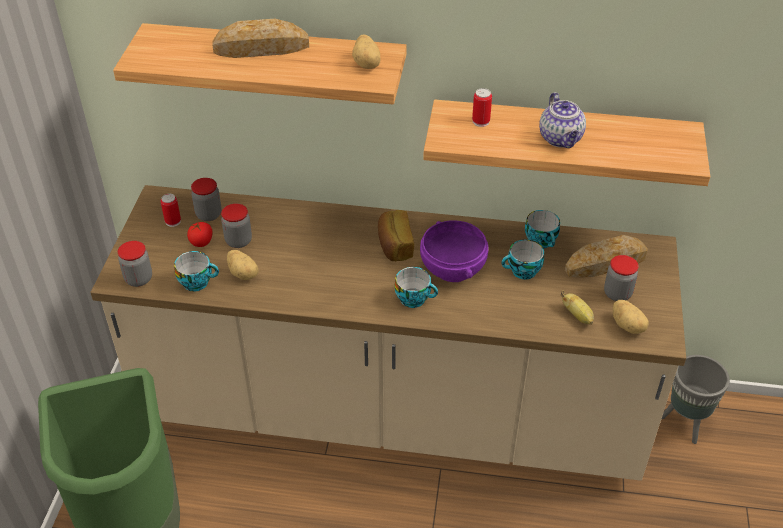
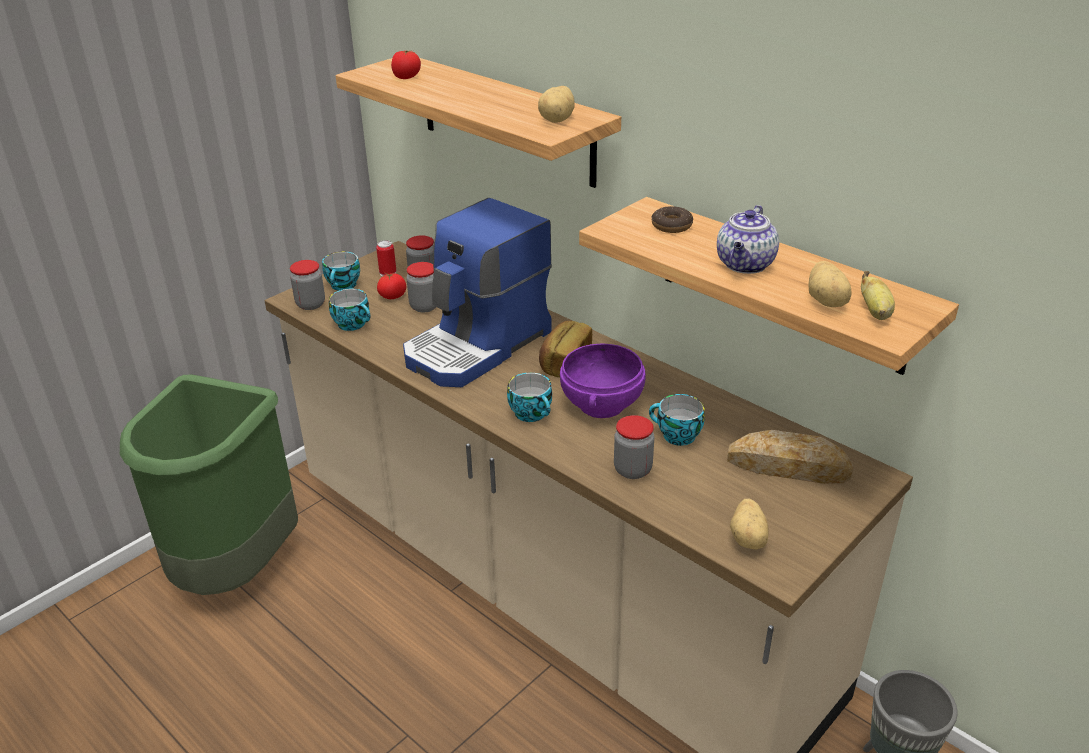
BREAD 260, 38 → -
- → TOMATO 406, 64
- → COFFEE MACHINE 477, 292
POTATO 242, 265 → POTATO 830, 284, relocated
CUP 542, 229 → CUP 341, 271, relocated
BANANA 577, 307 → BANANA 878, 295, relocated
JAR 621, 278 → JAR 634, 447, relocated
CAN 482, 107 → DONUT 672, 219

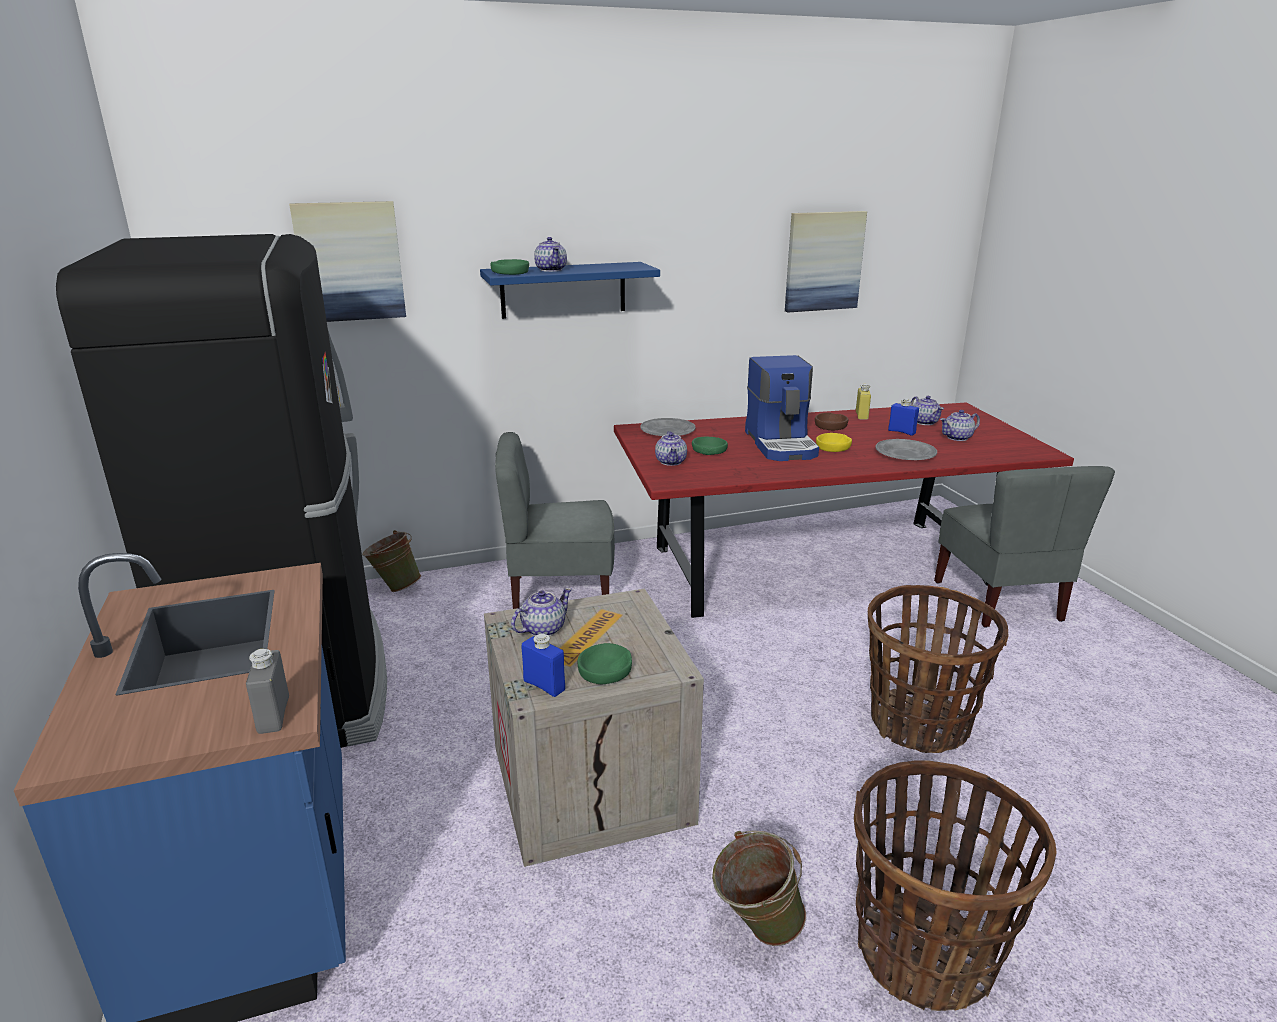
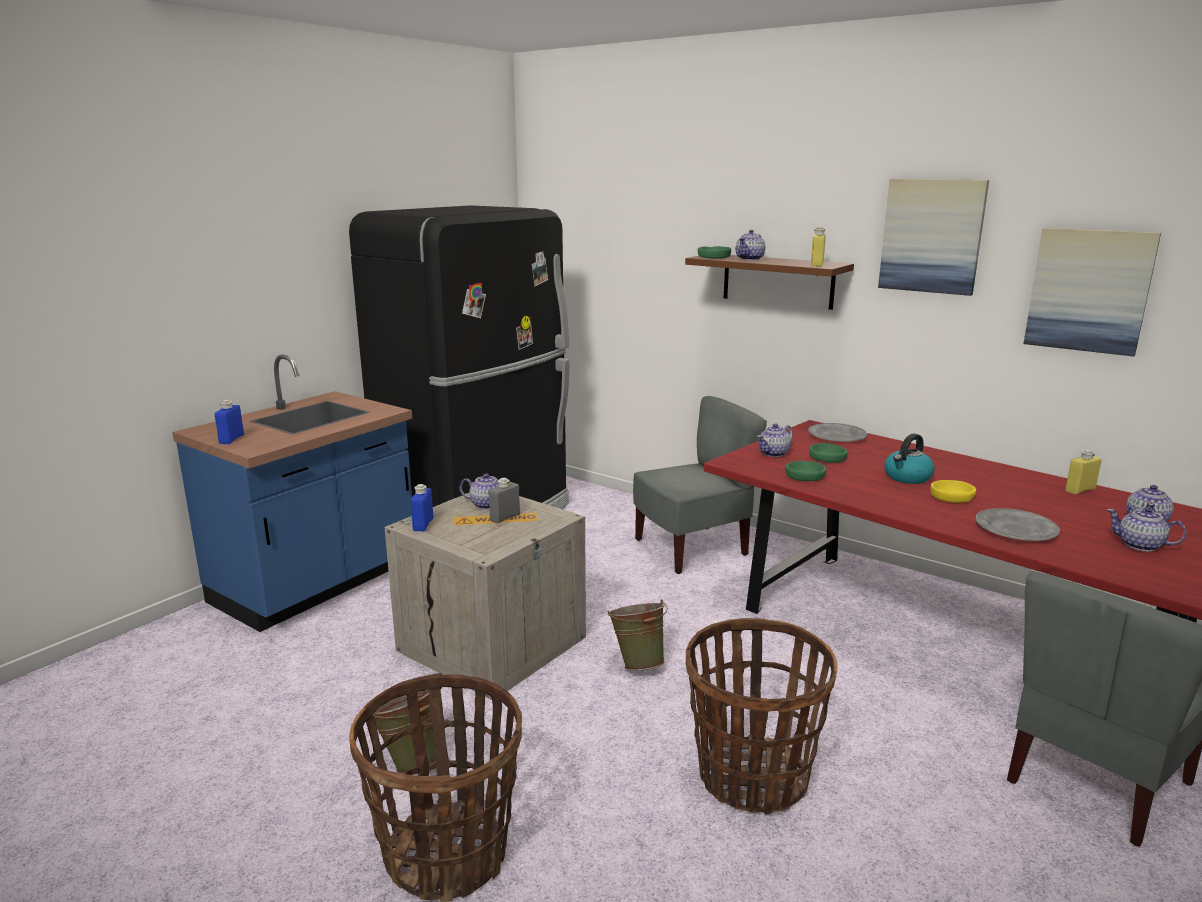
BROWN BOWL 831, 421 → -
- → YELLOW BOTTLE 818, 247
GREY BOTTLE 267, 691 → GREY BOTTLE 504, 501, relocated
PICTURE 347, 261 → PICTURE 933, 237, relocated
GREEN BUCKET 391, 561 → GREEN BUCKET 638, 635, relocated
GREEN BOWL 605, 663 → GREEN BOWL 805, 471, relocated
BLUE BOTTLE 903, 417 → BLUE BOTTLE 229, 422, relocated
COFFEE MACHINE 782, 408 → KETTLE 909, 459
BLUE SHELF 570, 290 → BROWN SHELF 769, 282
GREY CHAIR 555, 520 → GREY CHAIR 700, 485, 105 degrees clockwise

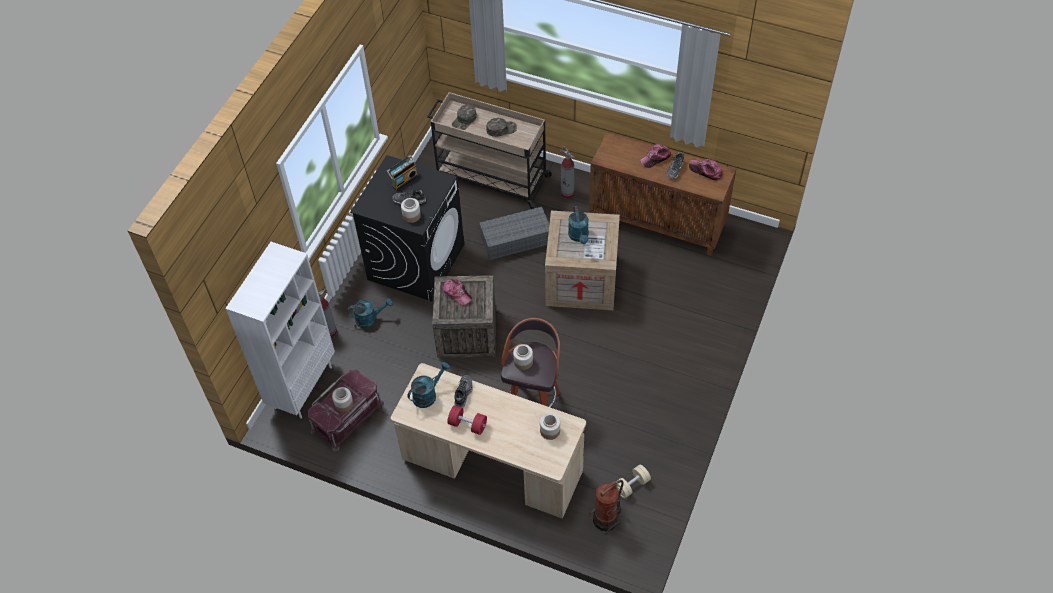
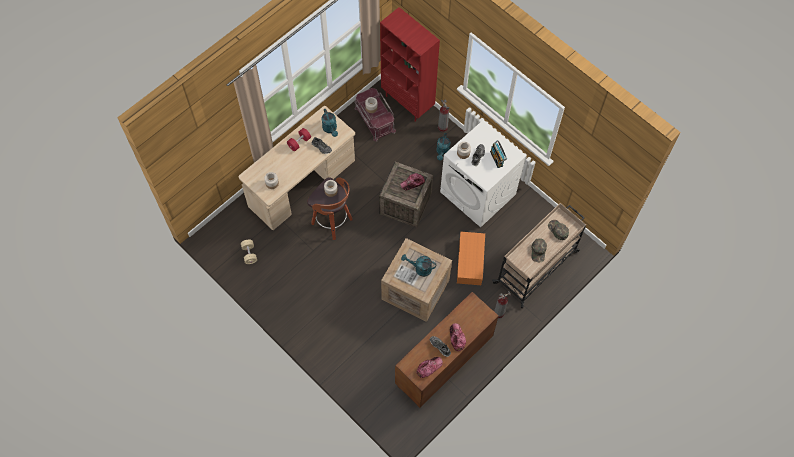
FIRE EXTINGUISHER 606, 507 → -
WHITE BOOKCASE 280, 330 → RED BOOKCASE 410, 64
BLACK WASHING MACHINE 407, 228 → WHITE WASHING MACHINE 483, 173
GREY STORAGE BOX 514, 233 → ORANGE STORAGE BOX 471, 258

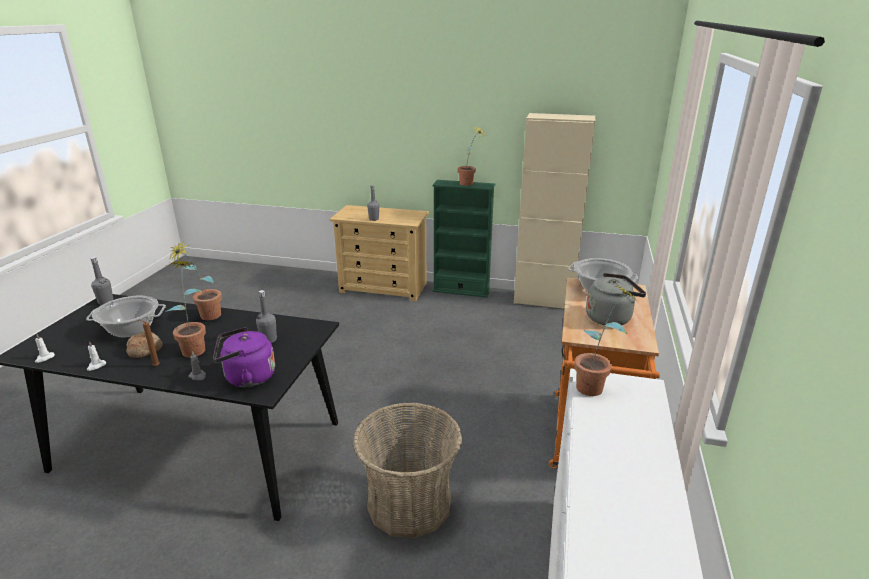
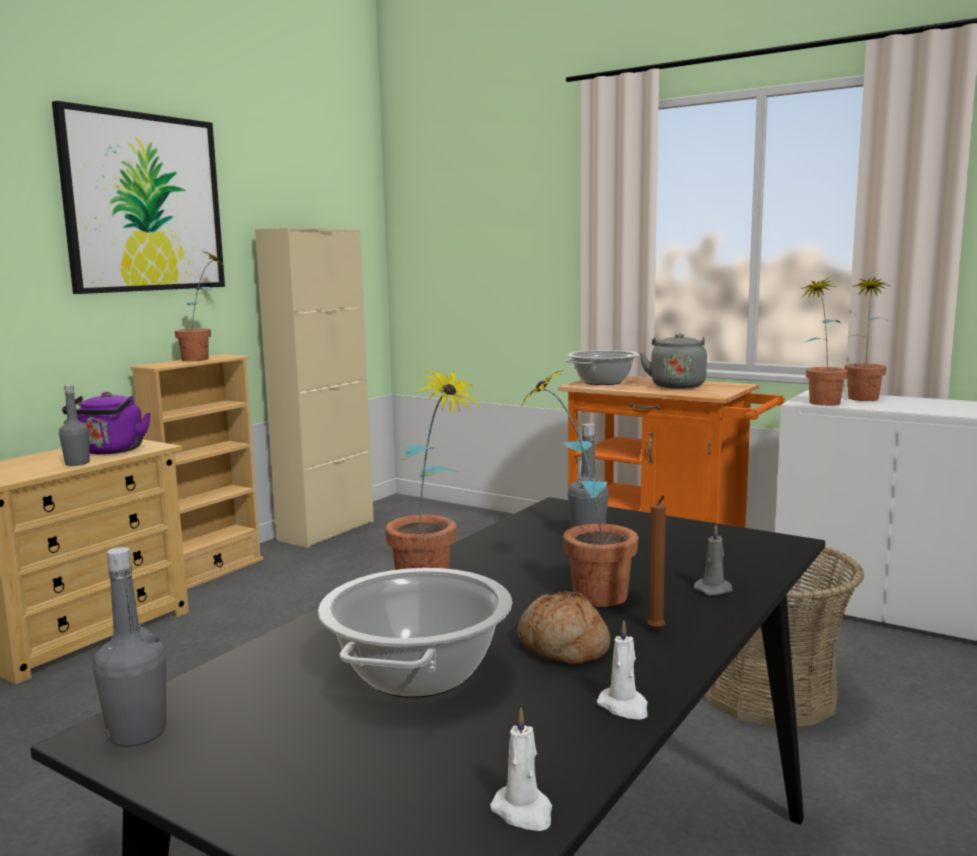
- → PICTURE 138, 197
- → POTTED PLANT 868, 338
PURPLE KETTLE 244, 357 → PURPLE KETTLE 106, 423, relocated
GREEN BOOKCASE 463, 239 → BEIGE BOOKCASE 196, 472

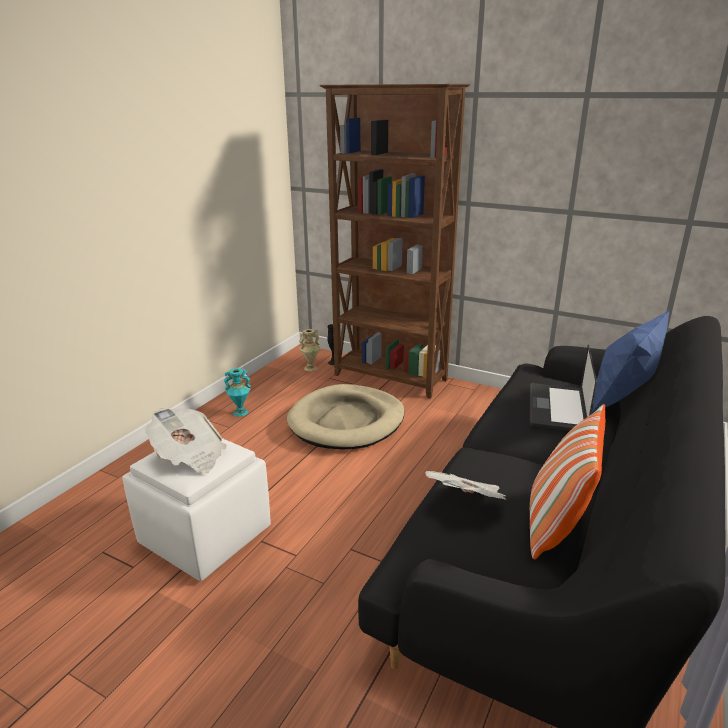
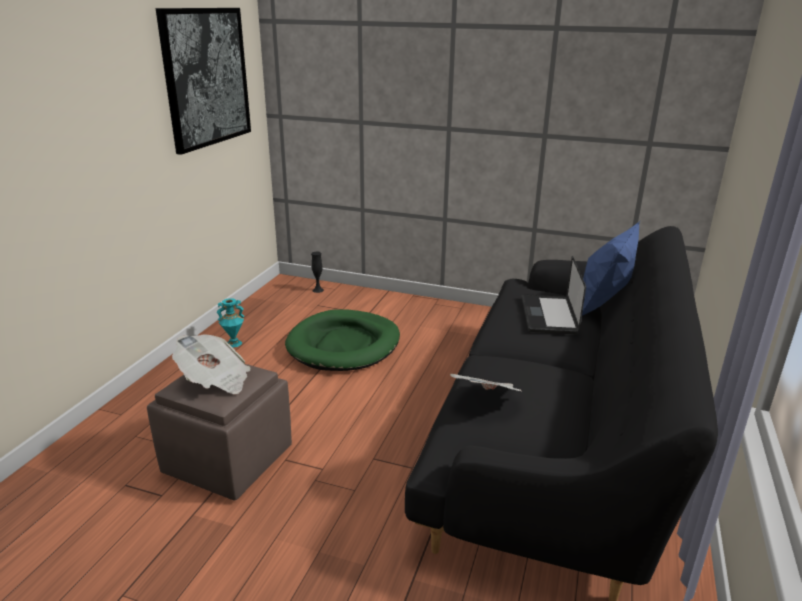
BEIGE VASE 309, 350 → -
BROWN BOOKCASE 394, 241 → -
PILLOW 567, 482 → -
- → PICTURE 203, 81
WHITE OTTOMAN 196, 509 → BROWN OTTOMAN 219, 432
BEIGE DOG BED 345, 416 → GREEN DOG BED 342, 340

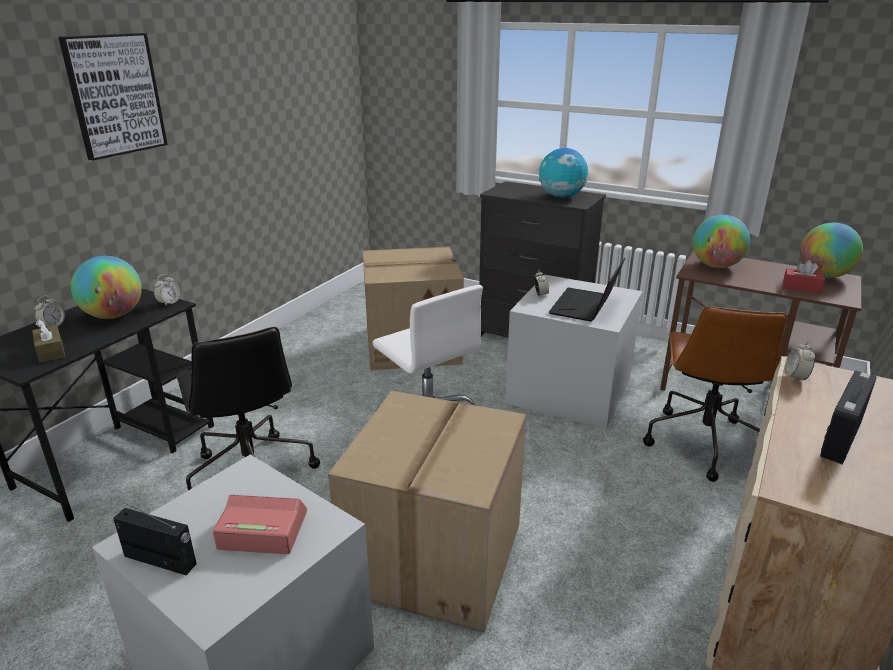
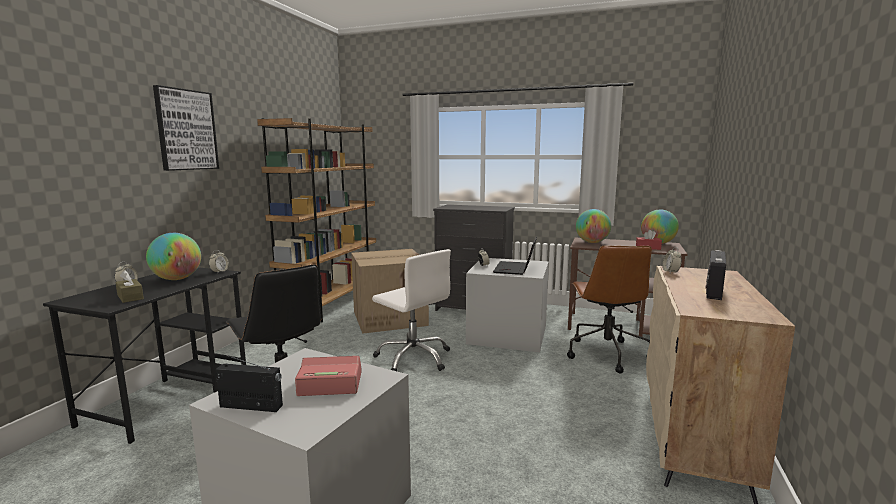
CARDBOARD BOX 427, 512 → -
GLOBE 563, 173 → -
- → BROWN BOOKCASE 316, 220

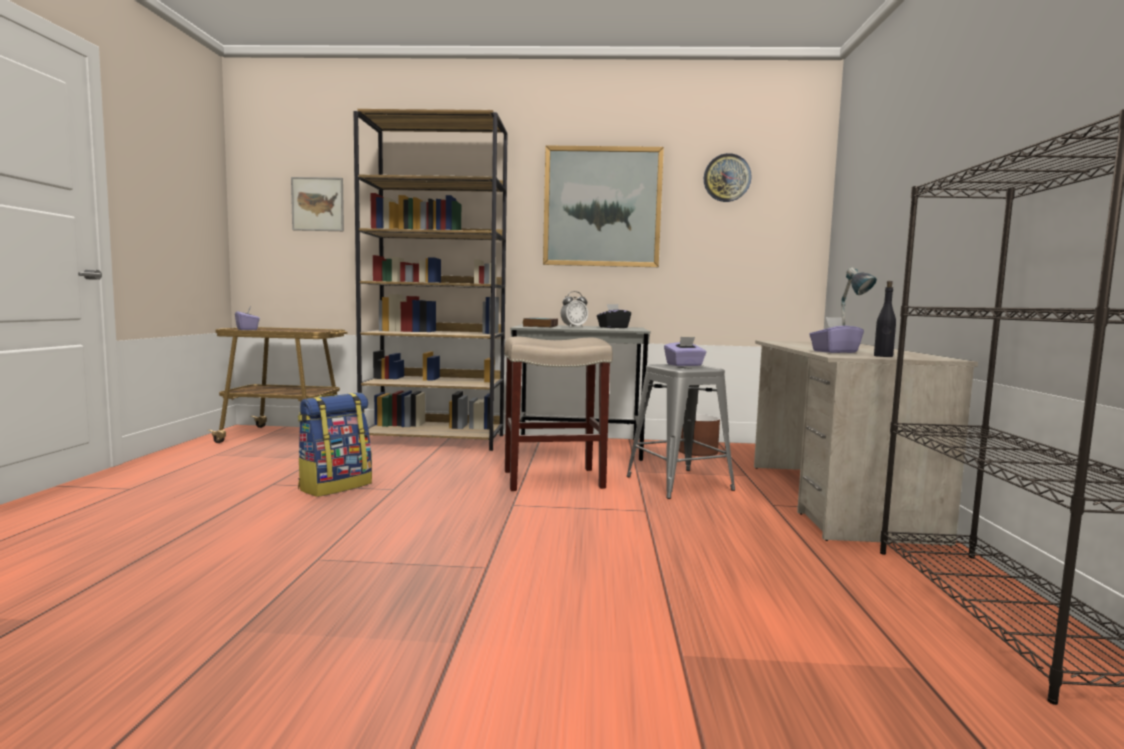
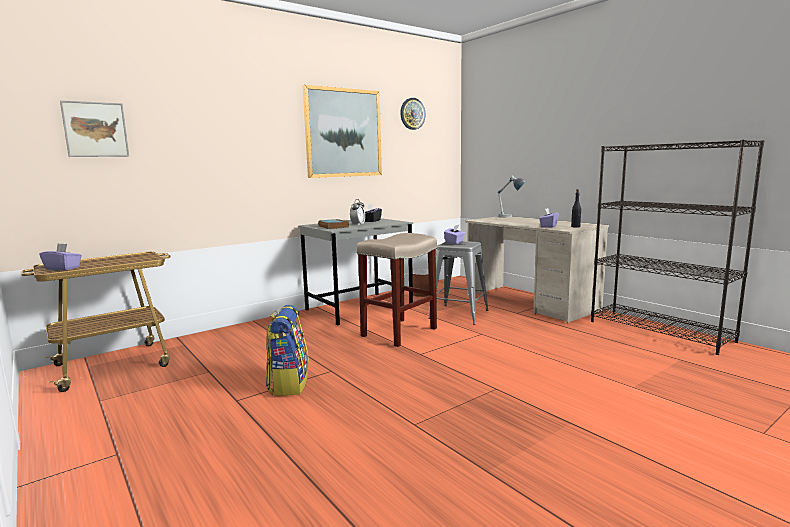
BROWN BOOKCASE 430, 280 → -

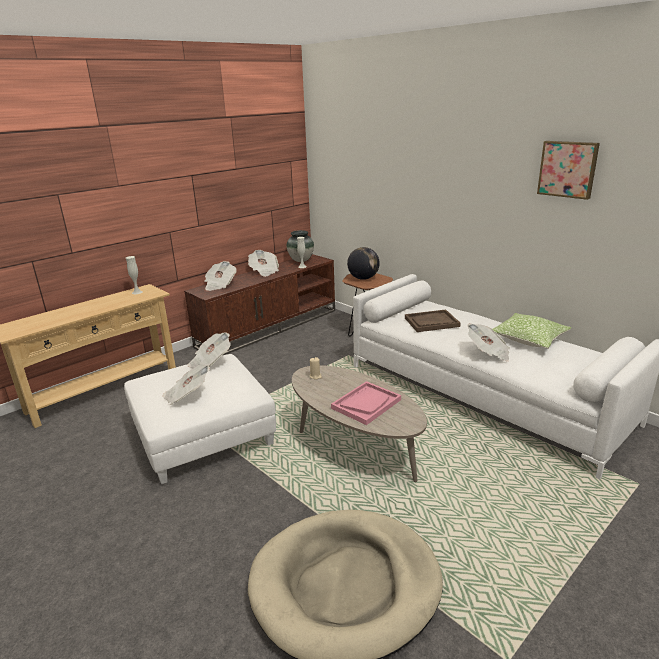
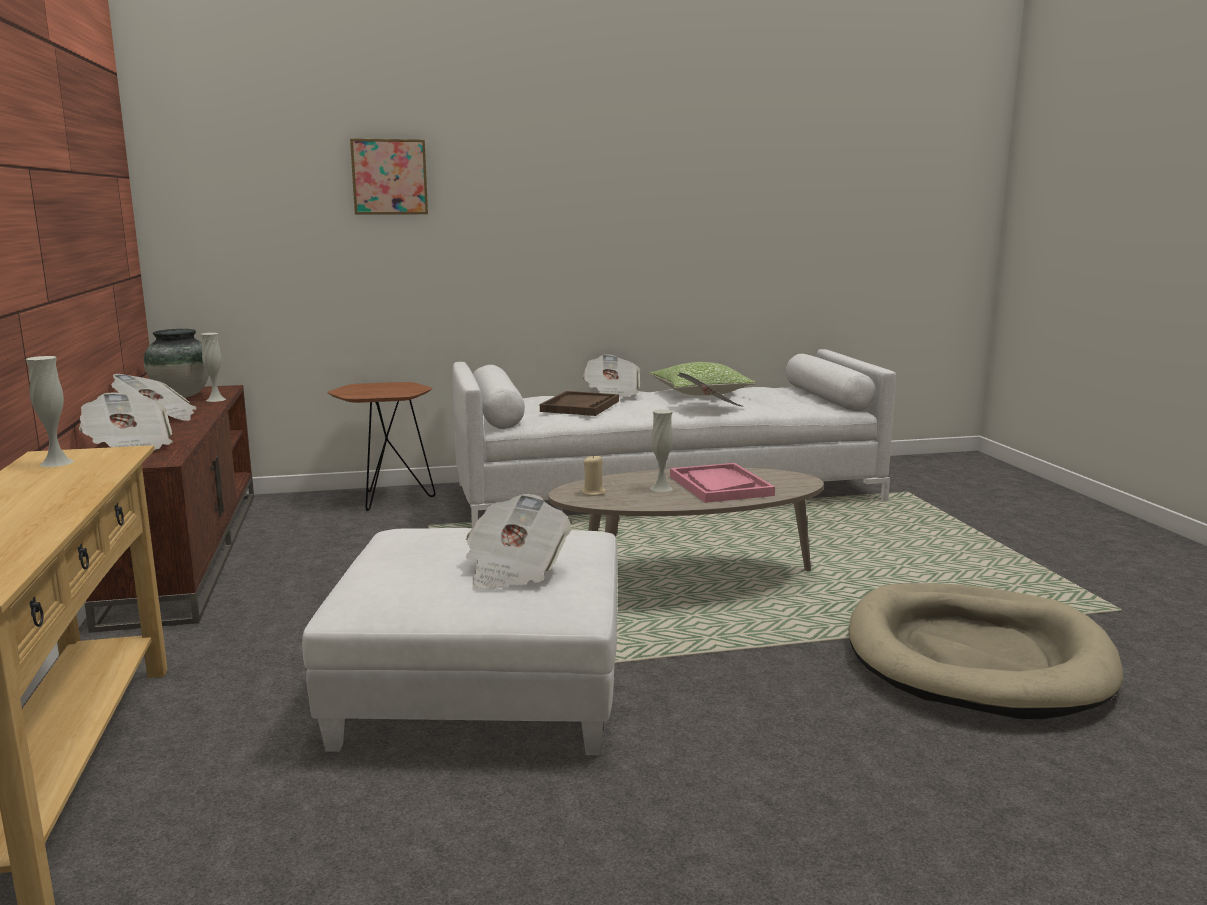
GLOBE 363, 263 → -
- → WHITE VASE 661, 450
NEWSPAPER 209, 350 → NEWSPAPER 611, 376, relocated
PICTURE 568, 170 → PICTURE 389, 176, relocated

